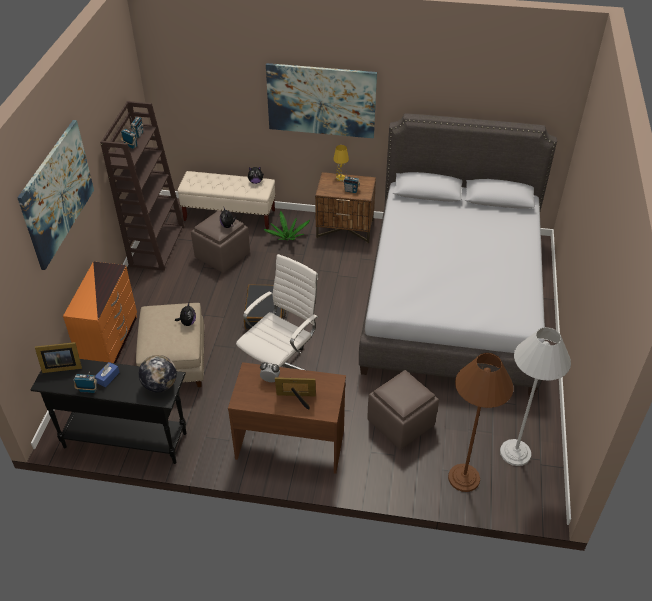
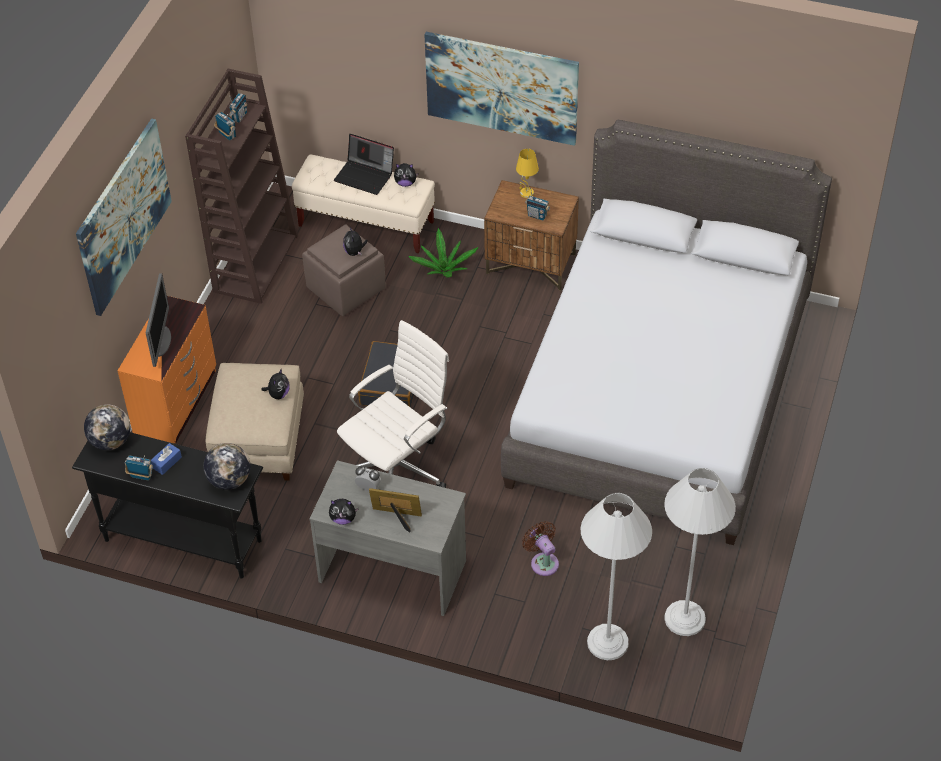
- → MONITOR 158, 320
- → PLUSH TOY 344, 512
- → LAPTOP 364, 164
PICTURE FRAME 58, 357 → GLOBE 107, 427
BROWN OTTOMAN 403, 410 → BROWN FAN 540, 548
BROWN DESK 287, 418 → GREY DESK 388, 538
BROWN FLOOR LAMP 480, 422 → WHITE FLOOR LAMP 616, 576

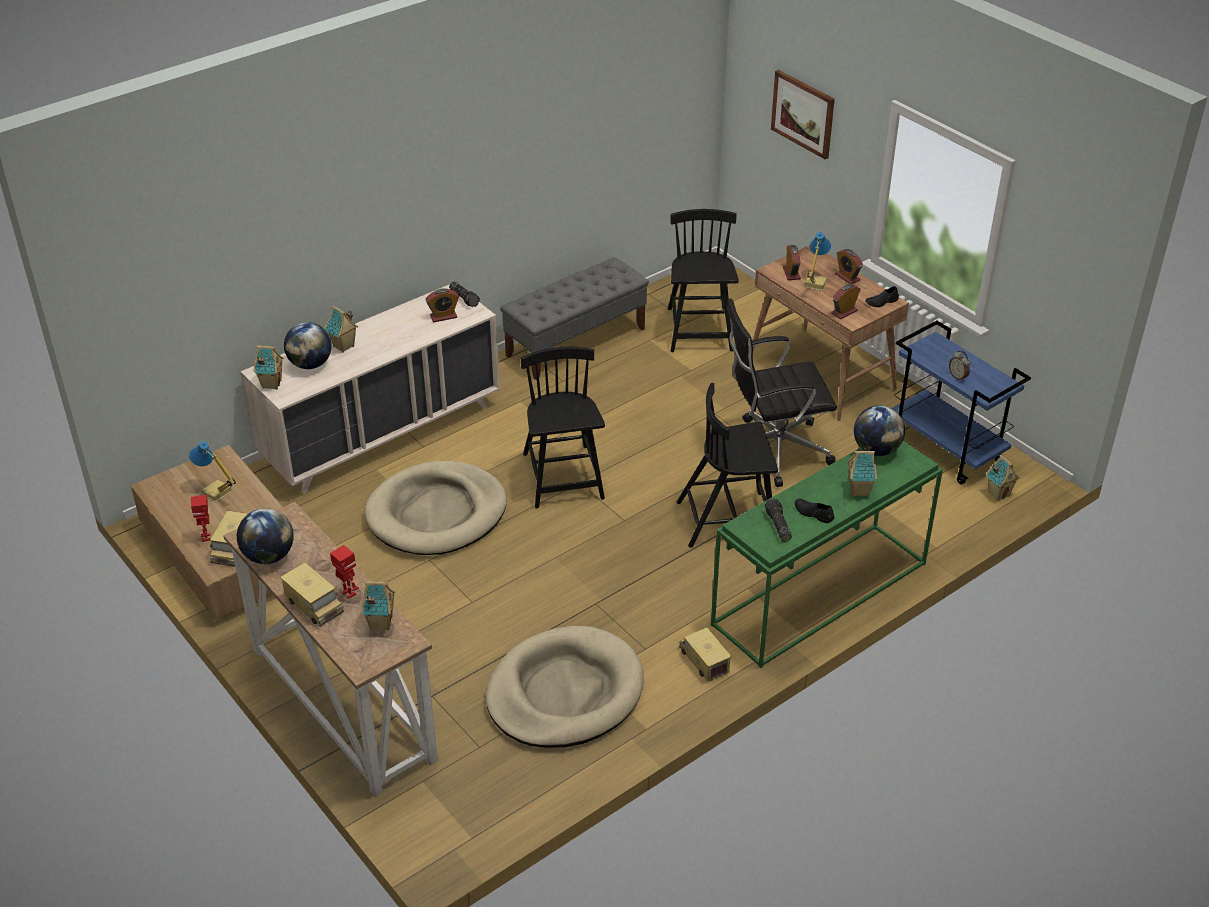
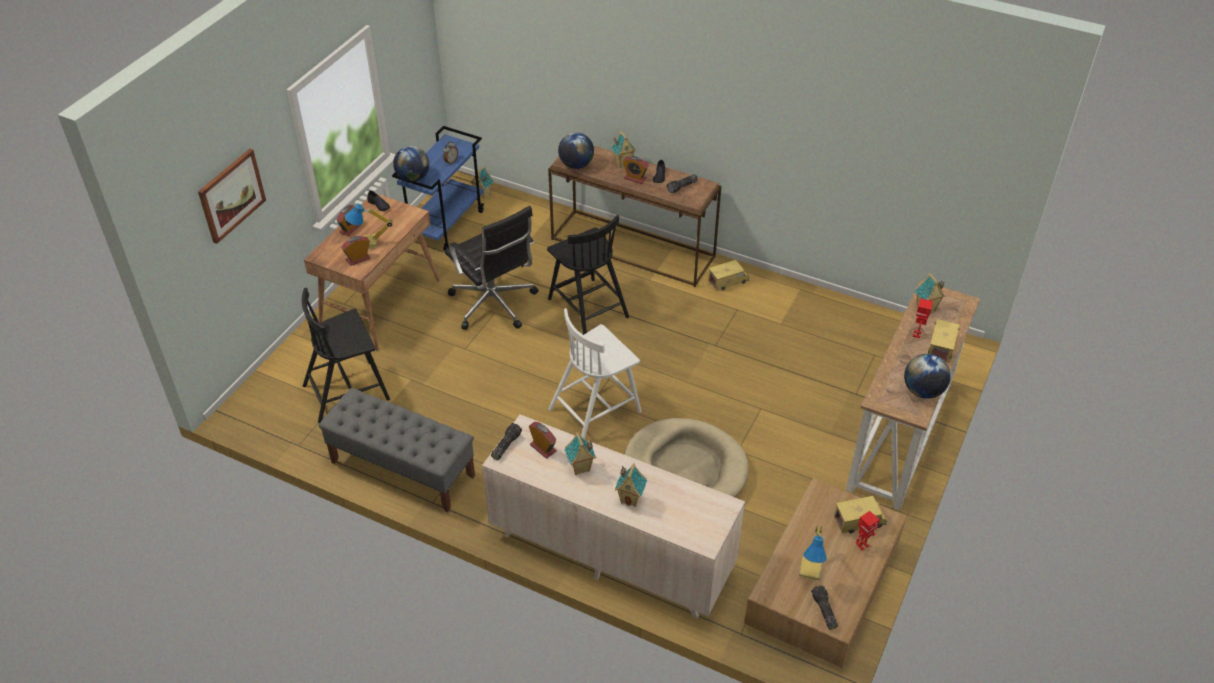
BEIGE DOG BED 565, 687 → -
- → FLASHLIGHT 824, 607
TOY HOUSE 268, 367 → TOY HOUSE 580, 453, relocated
GLOBE 307, 345 → GLOBE 411, 163, relocated
ALARM CLOCK 846, 301 → ALARM CLOCK 636, 170, relocated
BLACK CHAIR 563, 427 → WHITE CHAIR 595, 373
GREEN CONSOLE TABLE 827, 554 → BROWN CONSOLE TABLE 635, 216
TOY TRUCK 705, 654 → TOY TRUCK 728, 275, 150 degrees counterclockwise

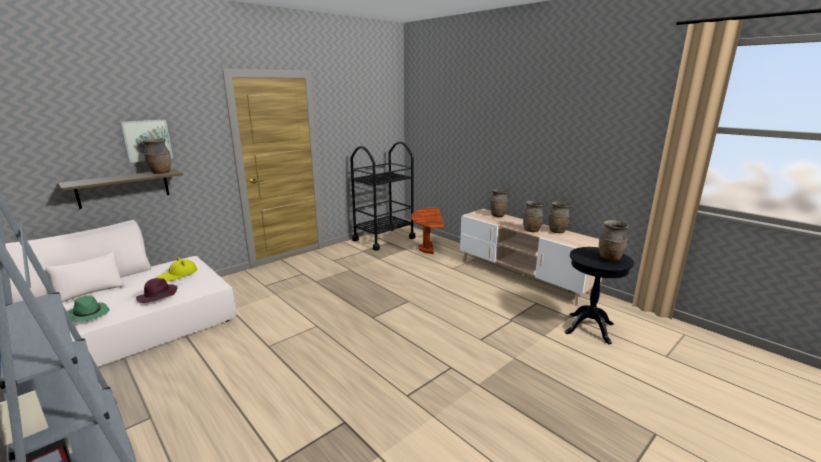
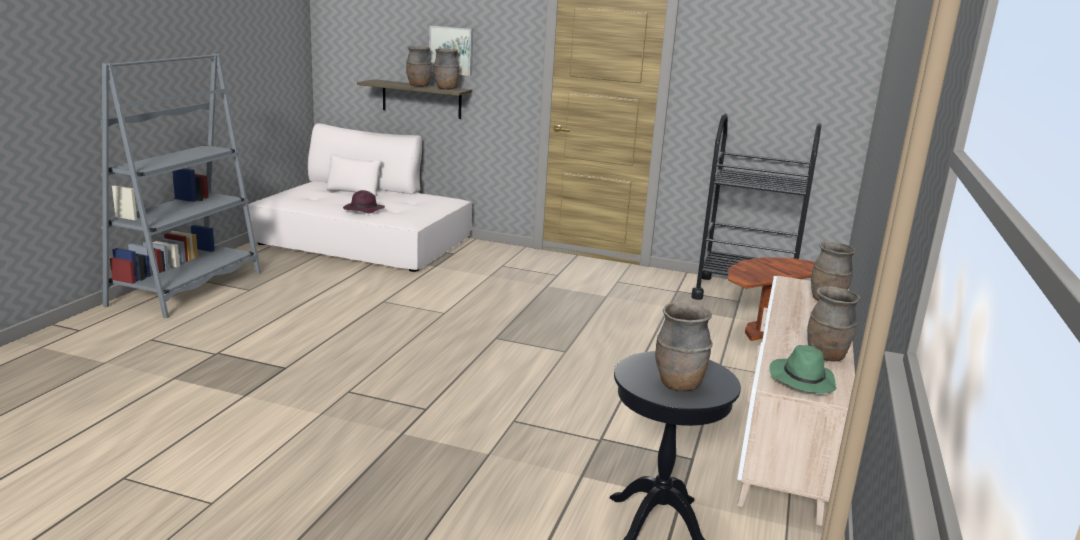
YELLOW HAT 176, 269 → -
GREEN HAT 88, 308 → GREEN HAT 803, 369, relocated
BROWN VASE 533, 216 → BROWN VASE 419, 66, relocated

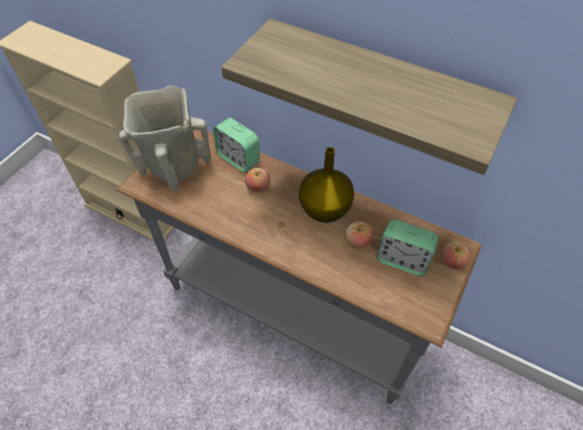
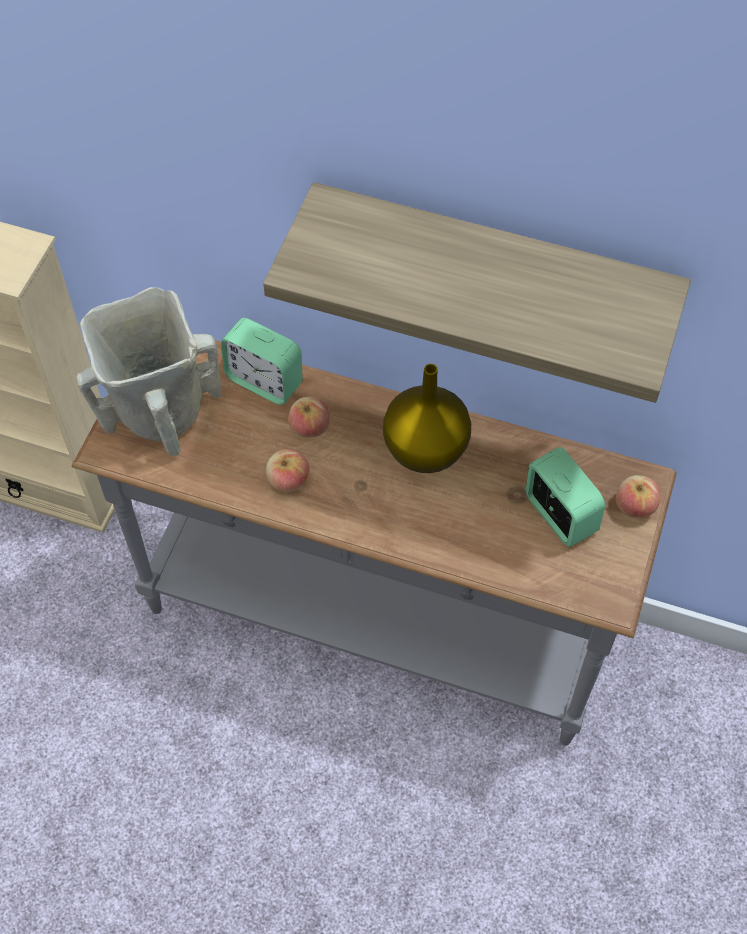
APPLE 359, 235 → APPLE 288, 470, relocated
ALARM CLOCK 408, 248 → ALARM CLOCK 565, 497, 135 degrees counterclockwise

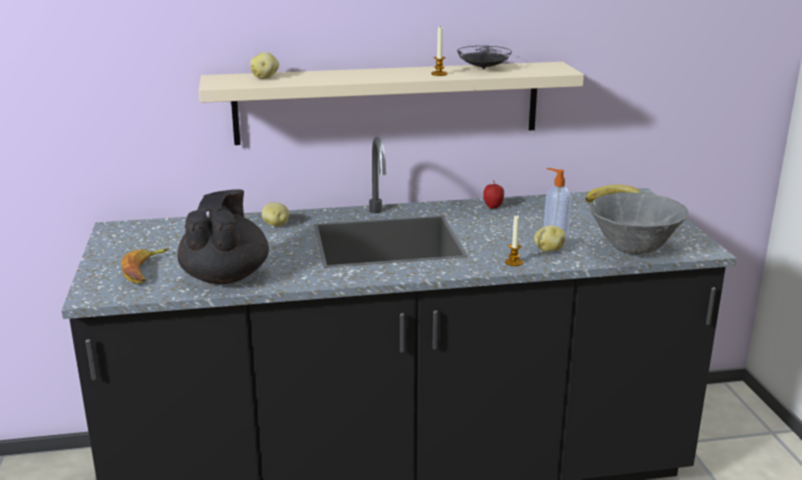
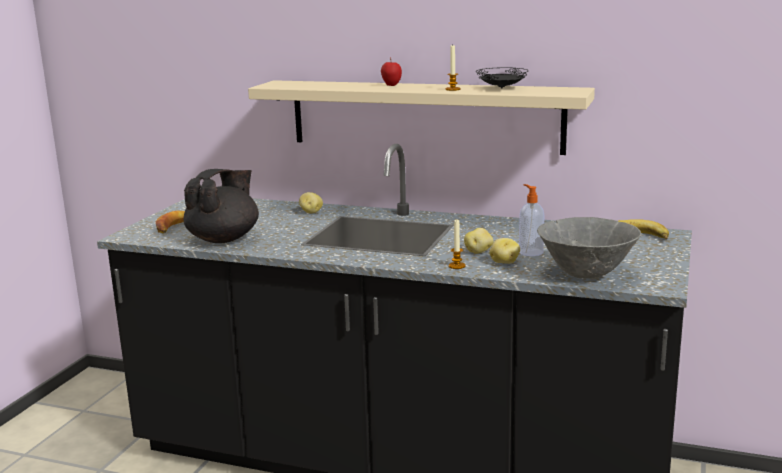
POTATO 264, 65 → POTATO 478, 241, relocated
APPLE 493, 194 → APPLE 391, 72, relocated

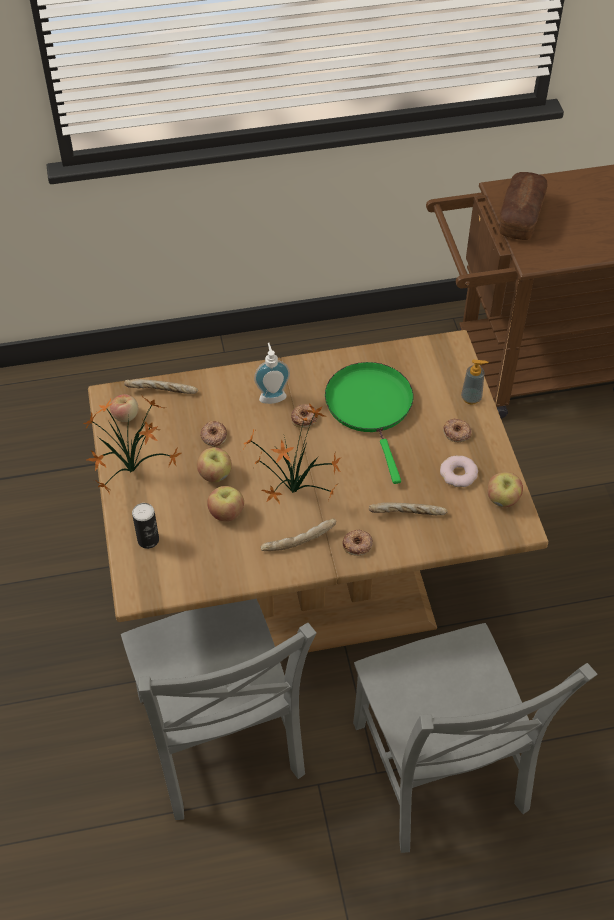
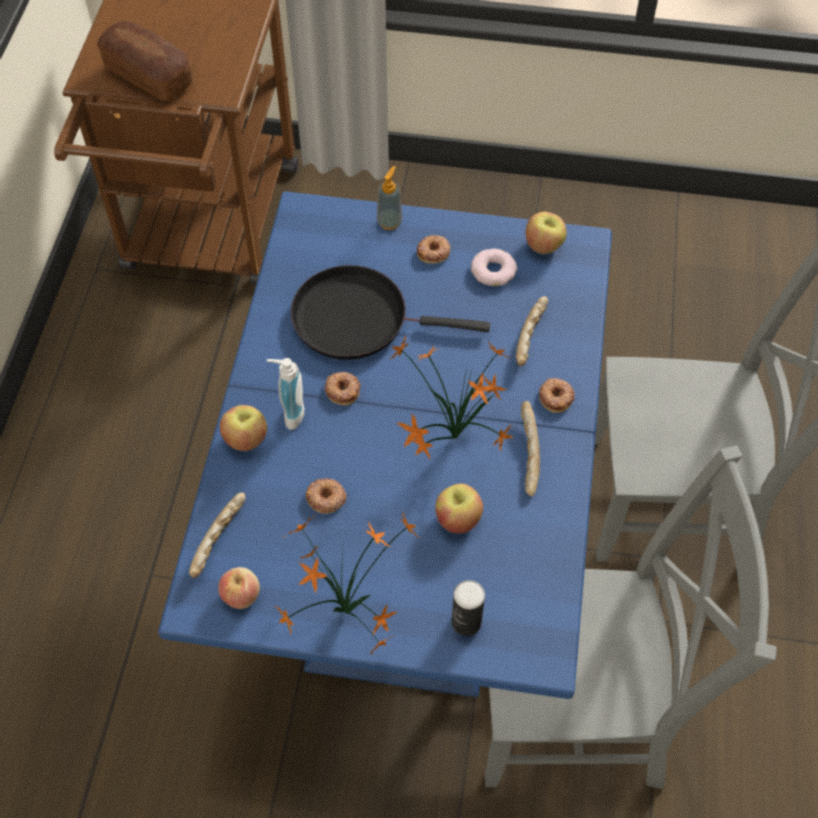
APPLE 214, 465 → APPLE 243, 428, relocated
BROWN DINING TABLE 318, 491 → BLUE DINING TABLE 385, 445
GREEN FRYING PAN 369, 423 → BLACK FRYING PAN 390, 312

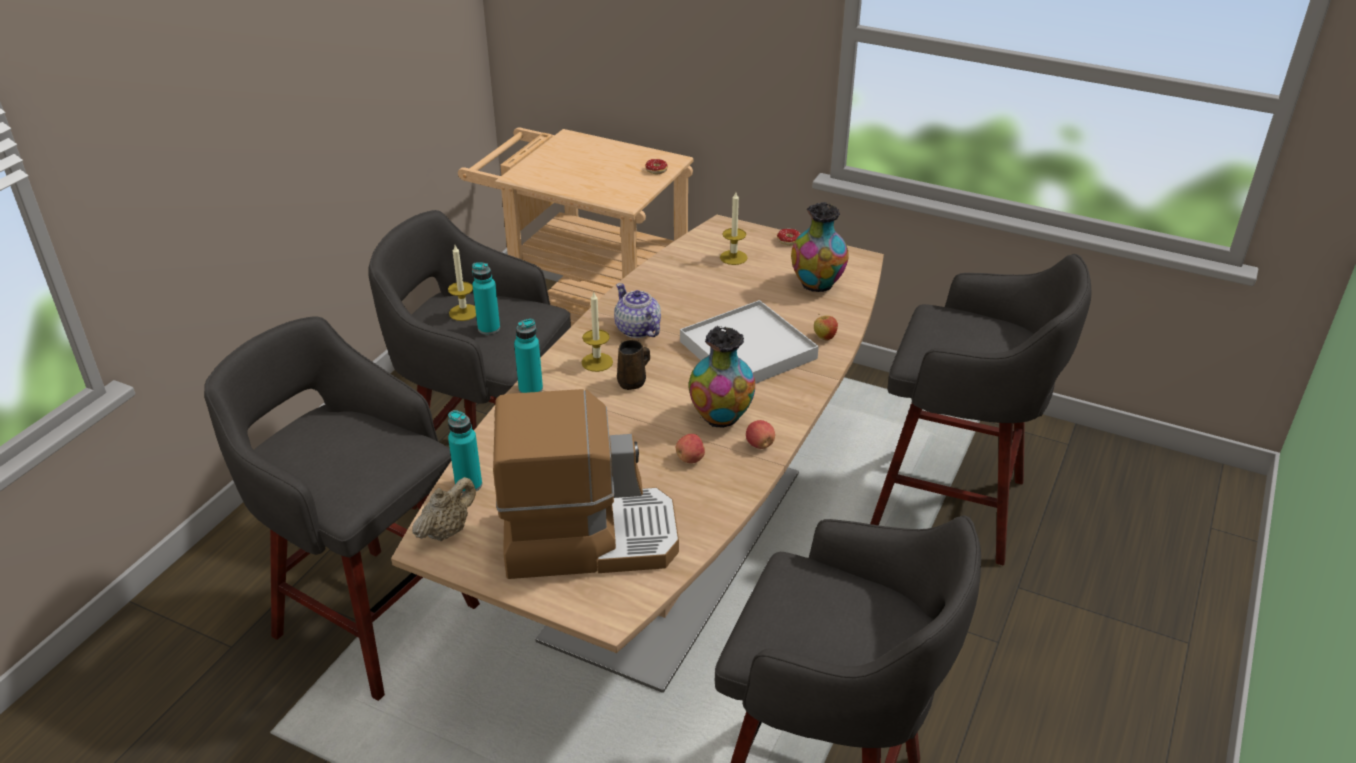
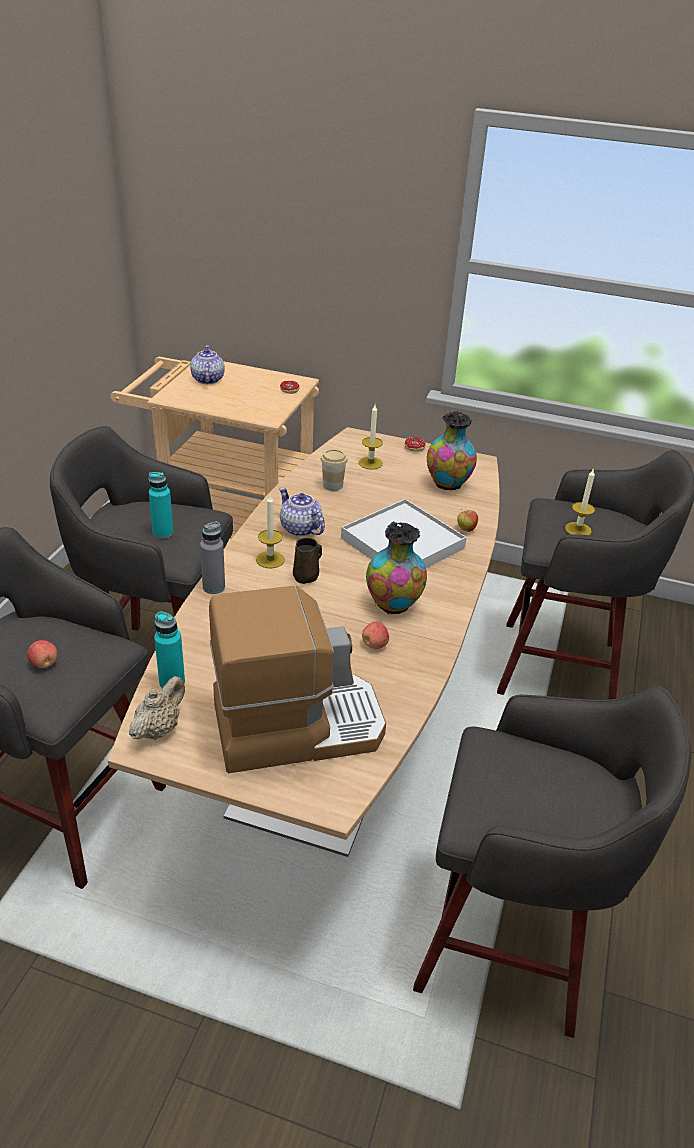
- → TEAPOT 207, 365
- → CUP 334, 470
CANDLE 462, 283 → CANDLE 580, 501, relocated
APPLE 760, 434 → APPLE 42, 654, relocated
TURQUOISE BOTTLE 528, 356 → GREY BOTTLE 212, 558

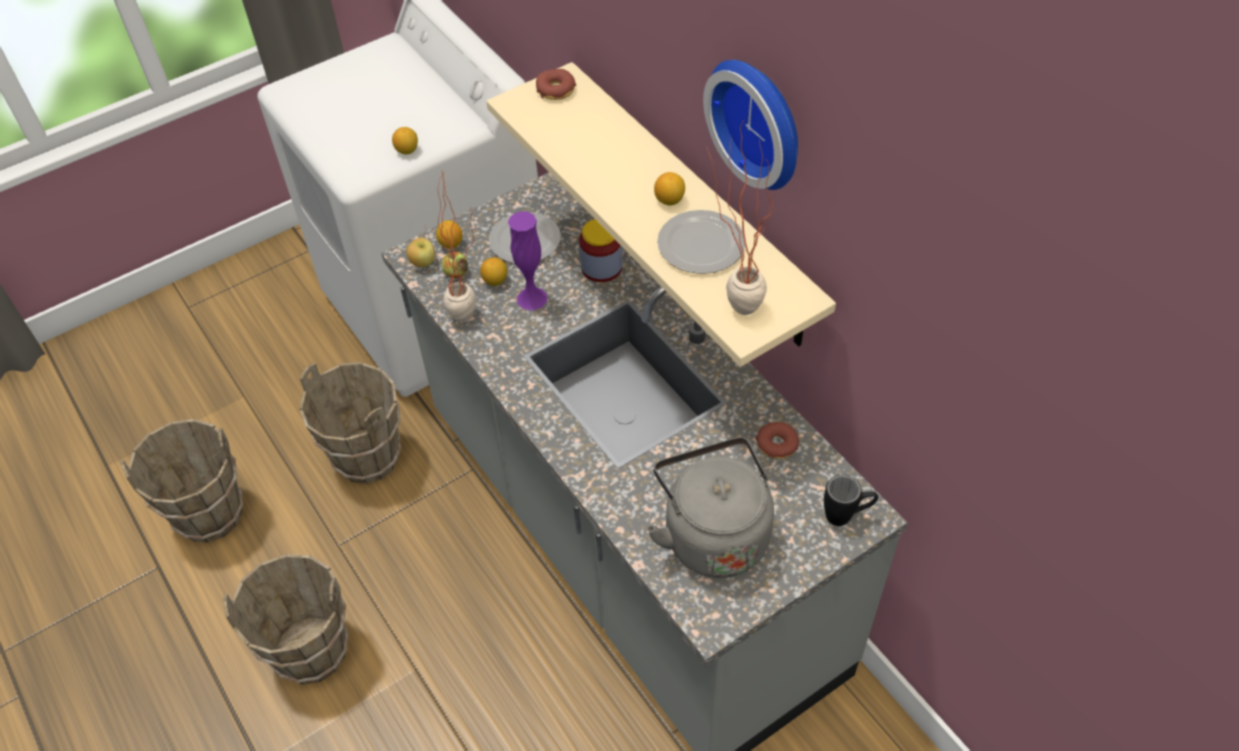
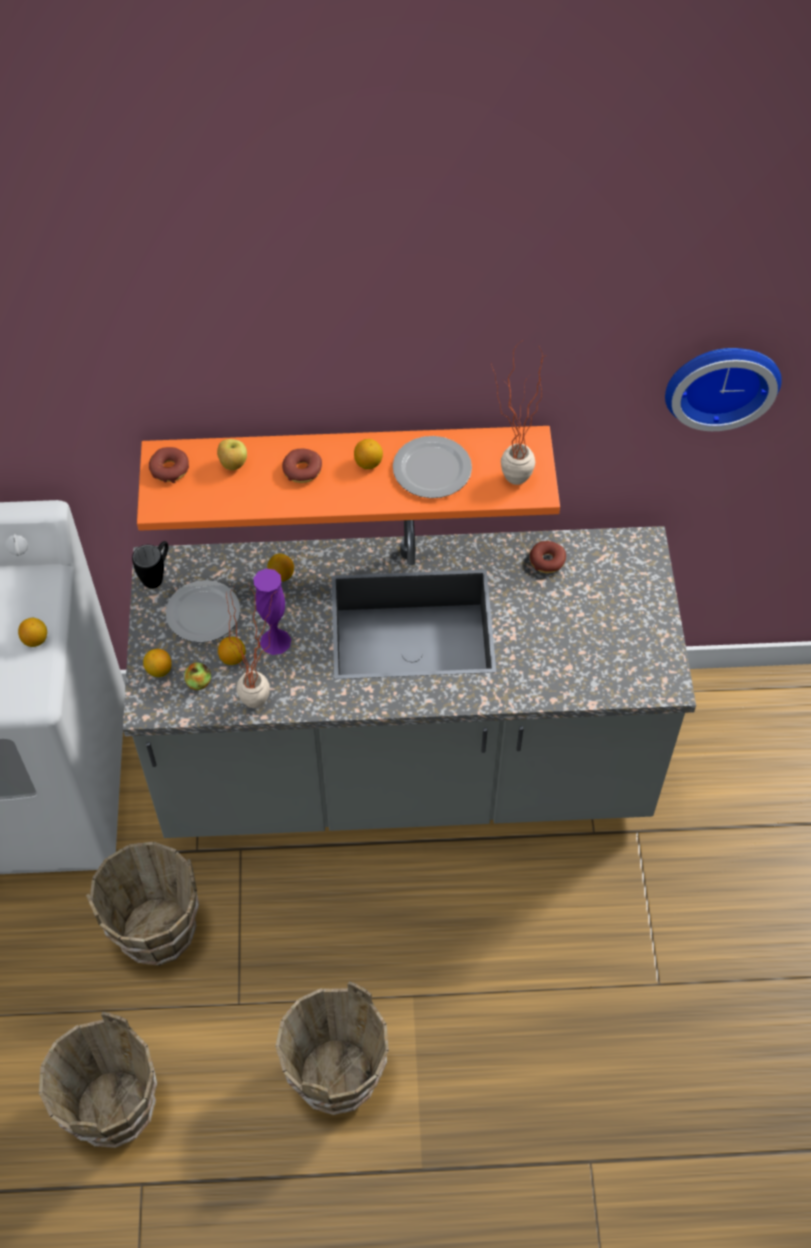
GREY KETTLE 710, 507 → -
- → DONUT 302, 466
APPLE 420, 252 → APPLE 232, 454, relocated
WALL CLOCK 750, 125 → WALL CLOCK 723, 389, relocated
BLACK MUG 851, 500 → BLACK MUG 150, 565, relocated
JAR 600, 250 → LEMON 280, 567
BEIGE SHELF 661, 214 → ORANGE SHELF 348, 478

